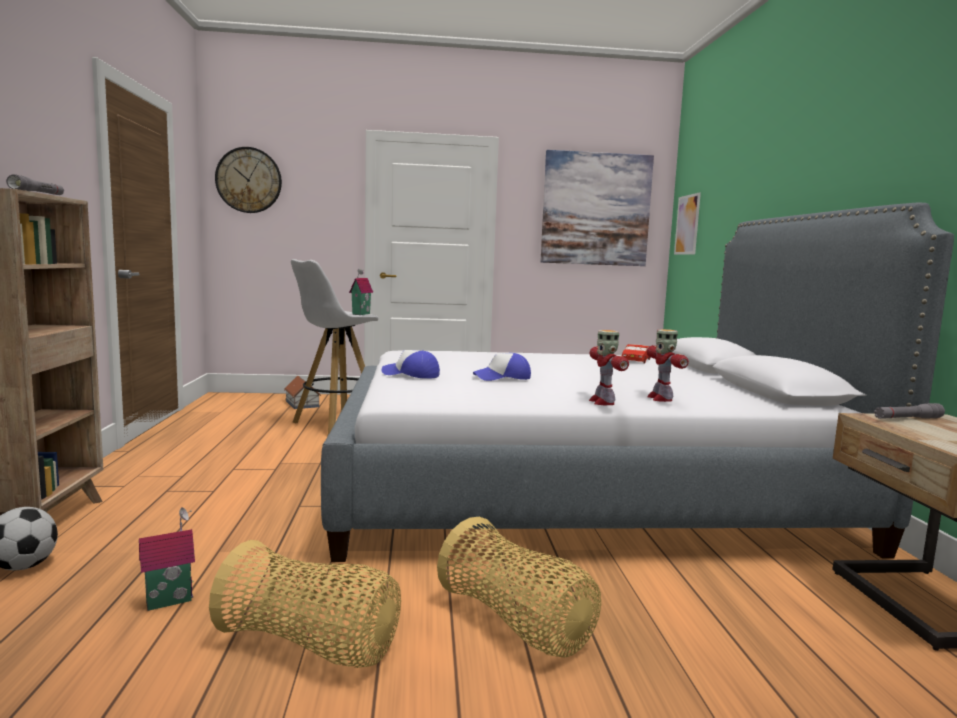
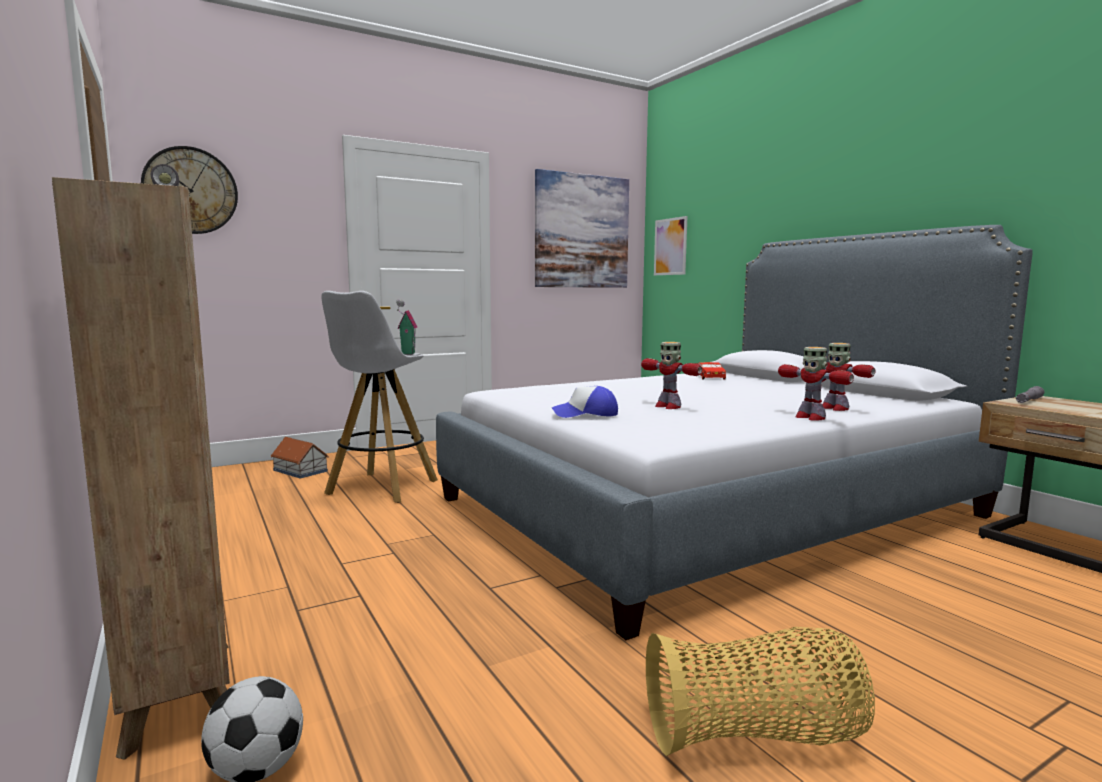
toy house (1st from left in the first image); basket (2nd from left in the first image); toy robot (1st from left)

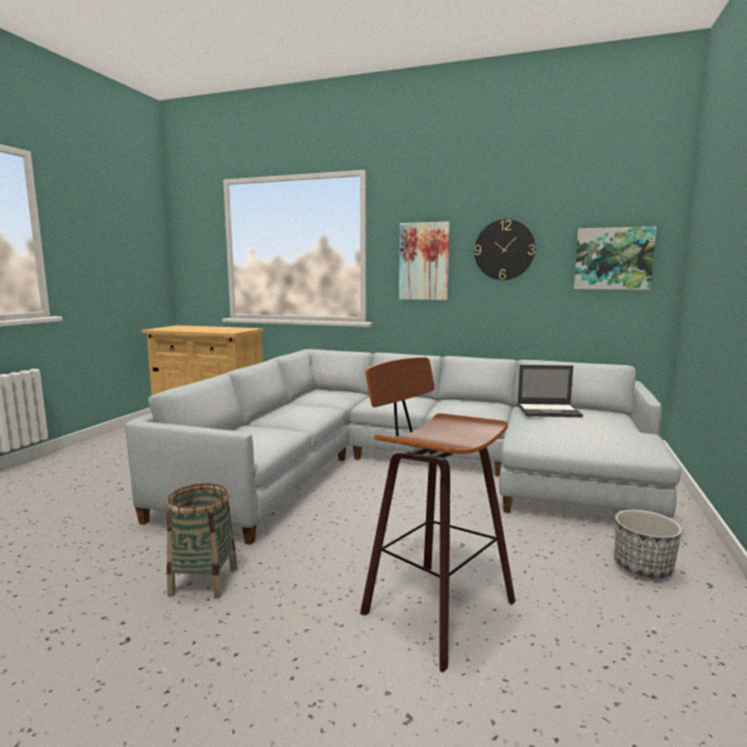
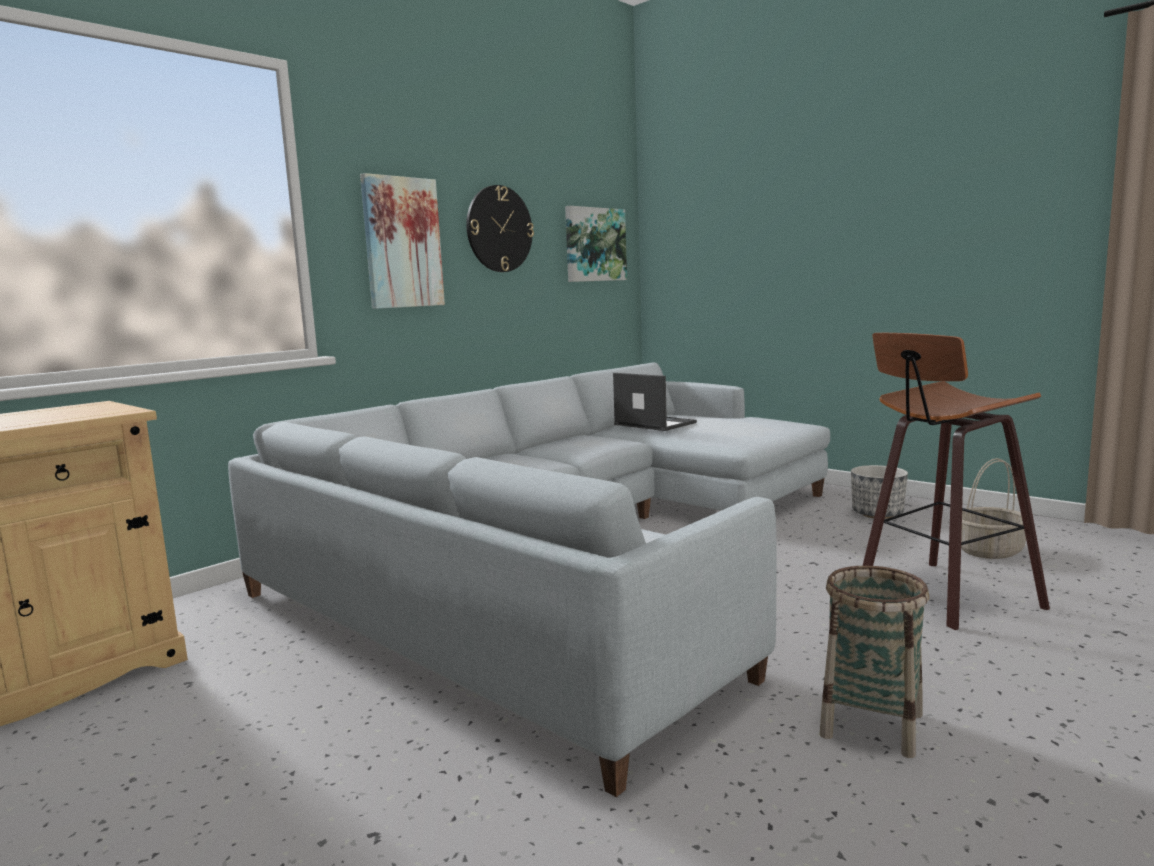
basket (2nd from left); laptop

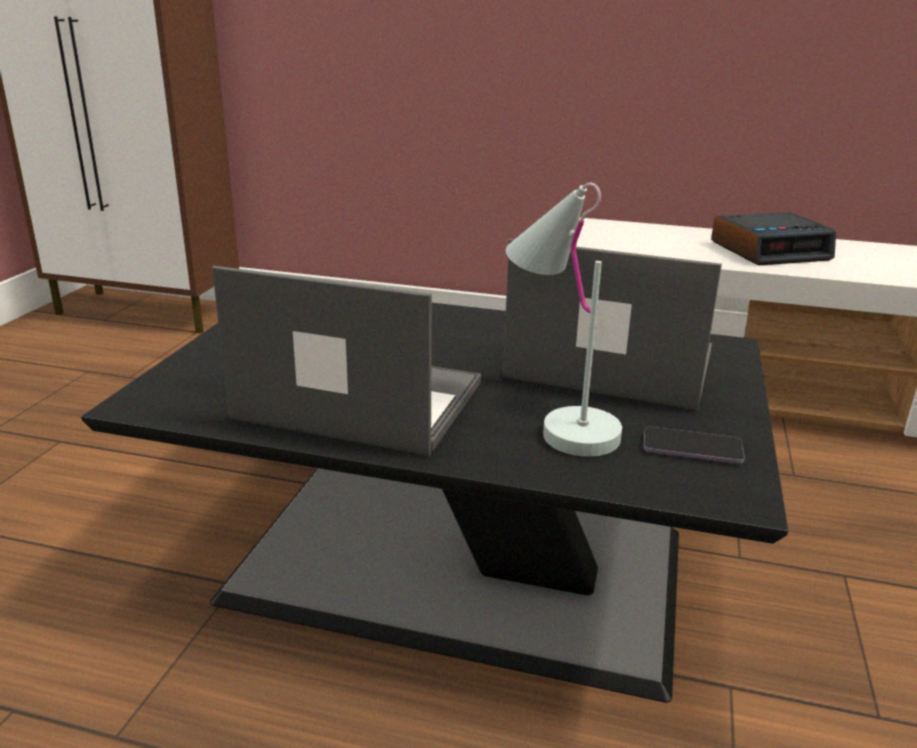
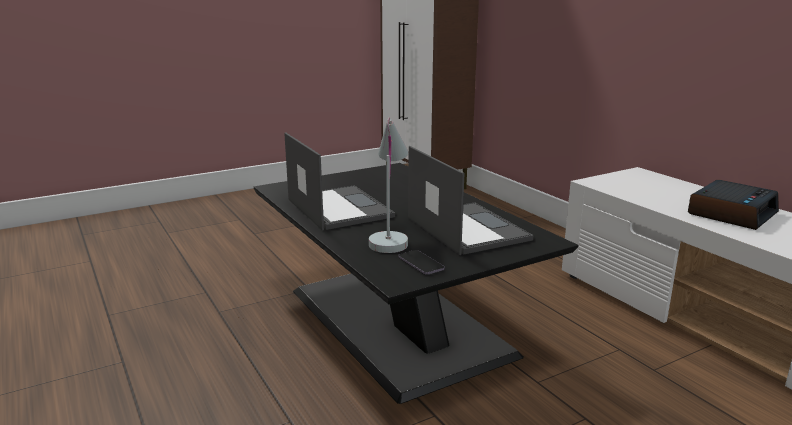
alarm clock

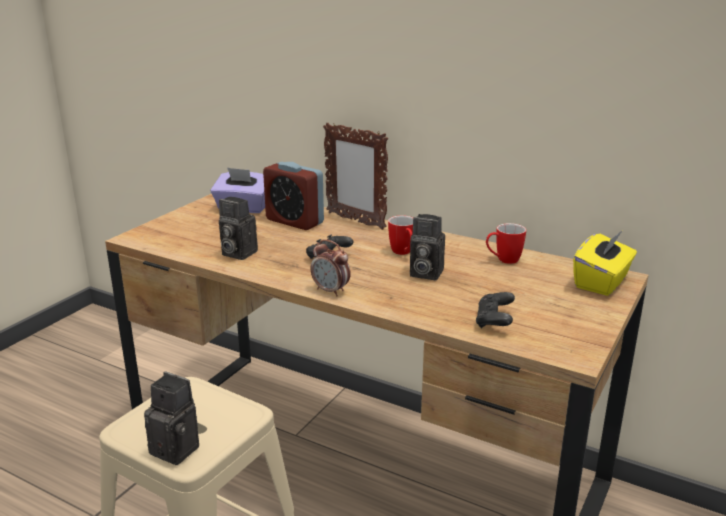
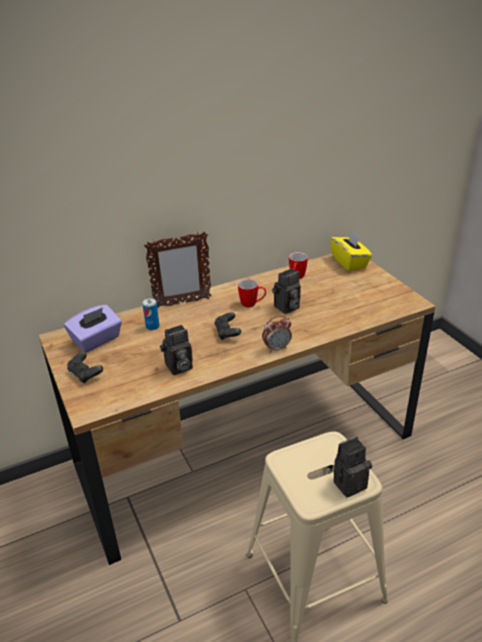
black game controller (1st from left); can

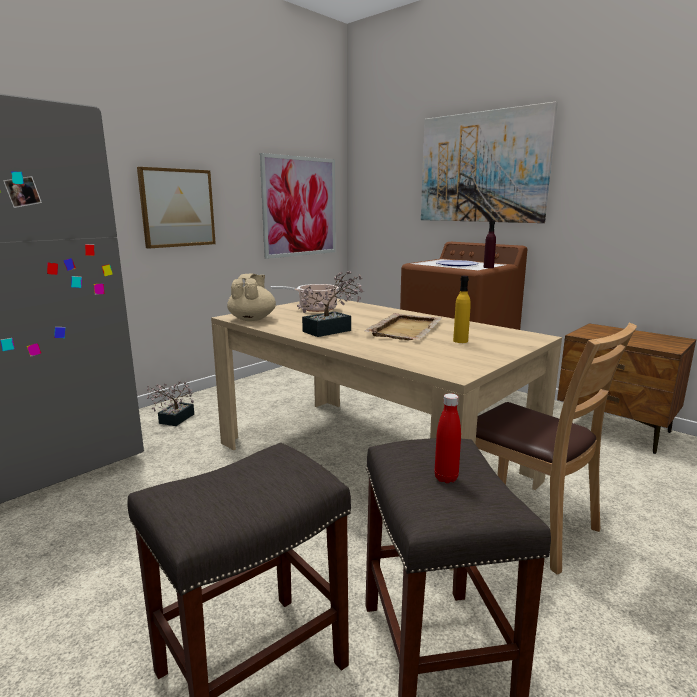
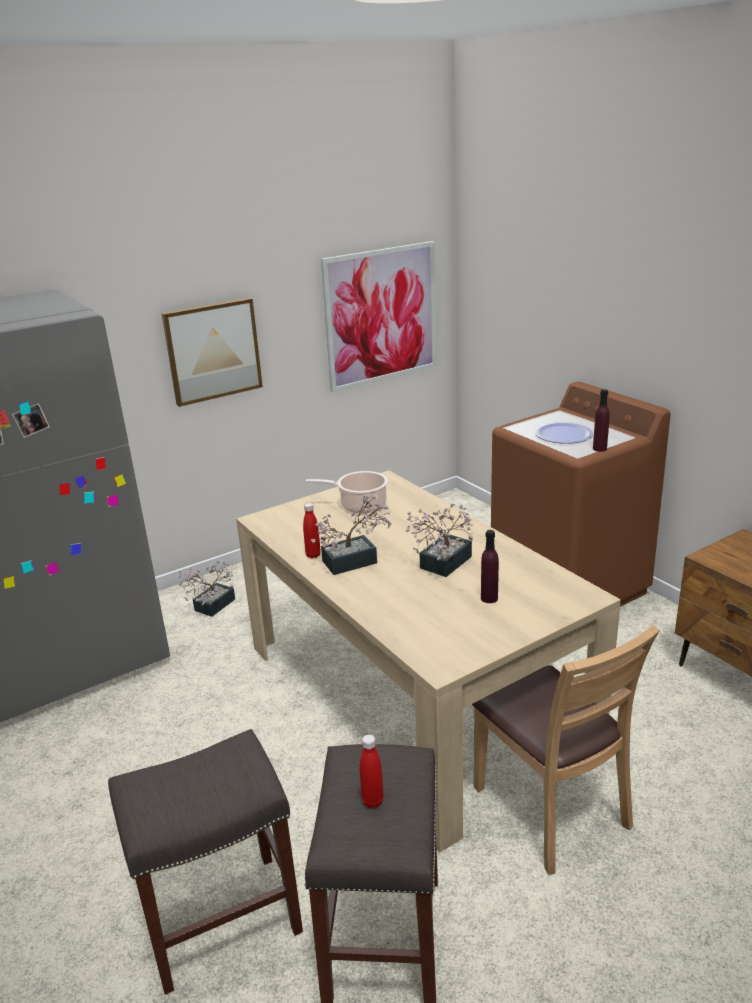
beige teapot; picture (3rd from left in the first image); red bottle (1st from left); potted plant (3rd from left); purple bottle (1st from left)

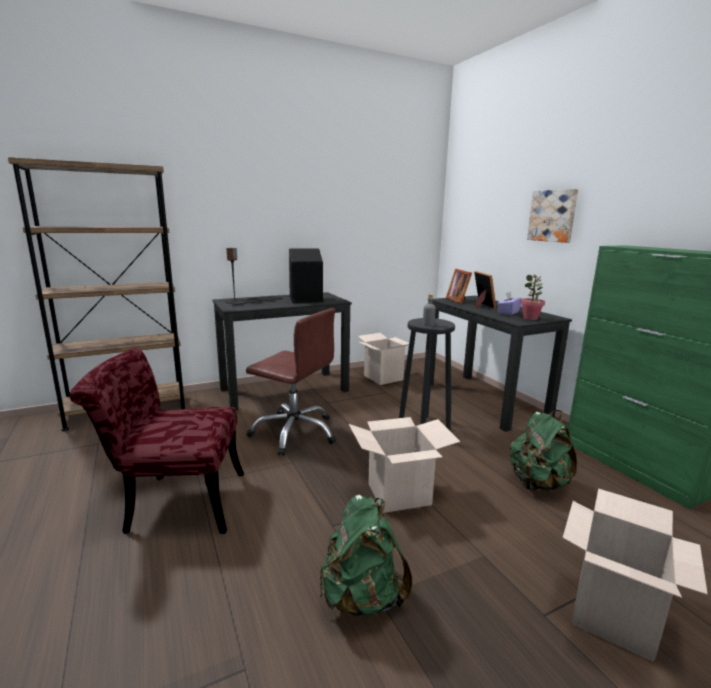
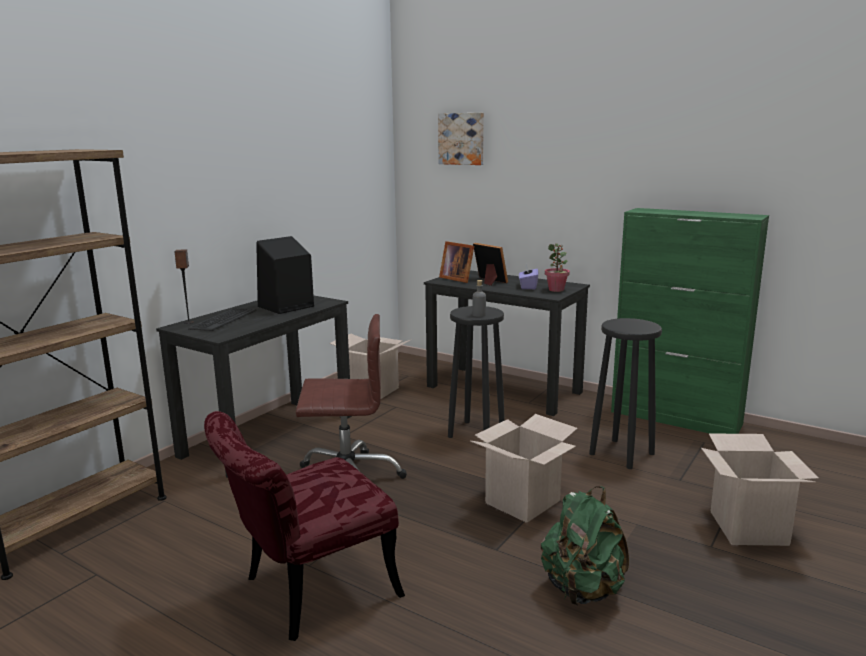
picture; black stool (2nd from left)

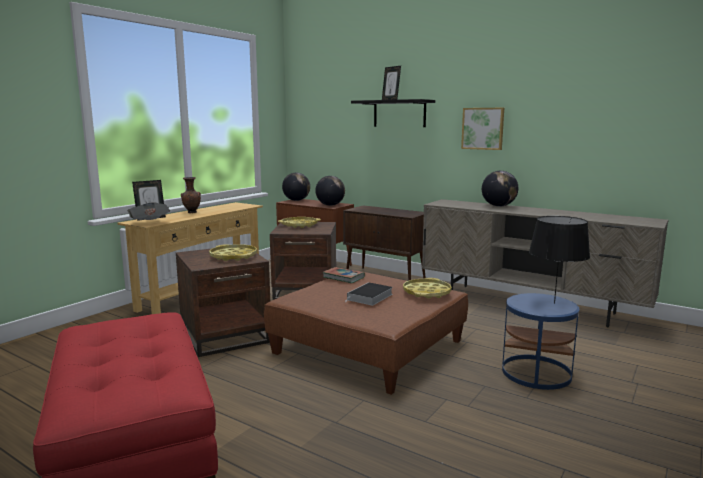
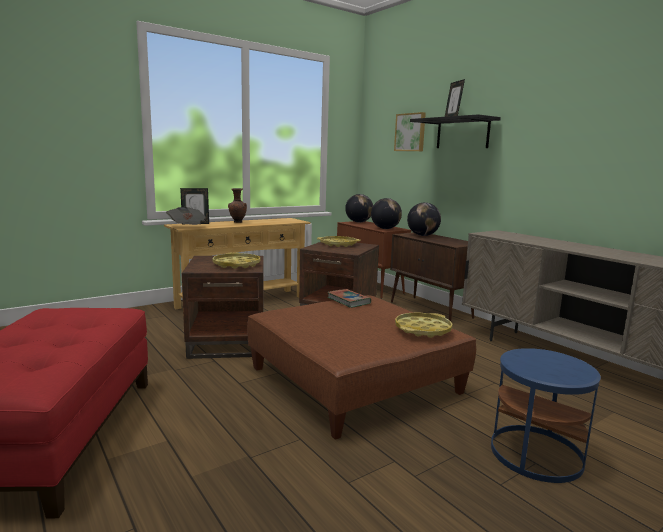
book (2nd from left in the first image); black table lamp; picture; globe (3rd from left)

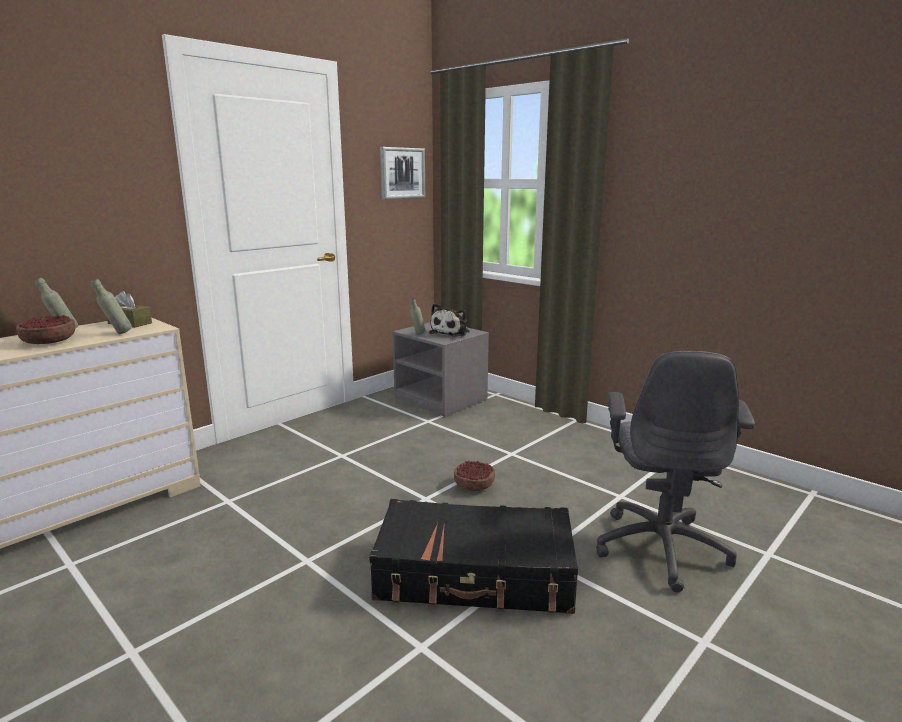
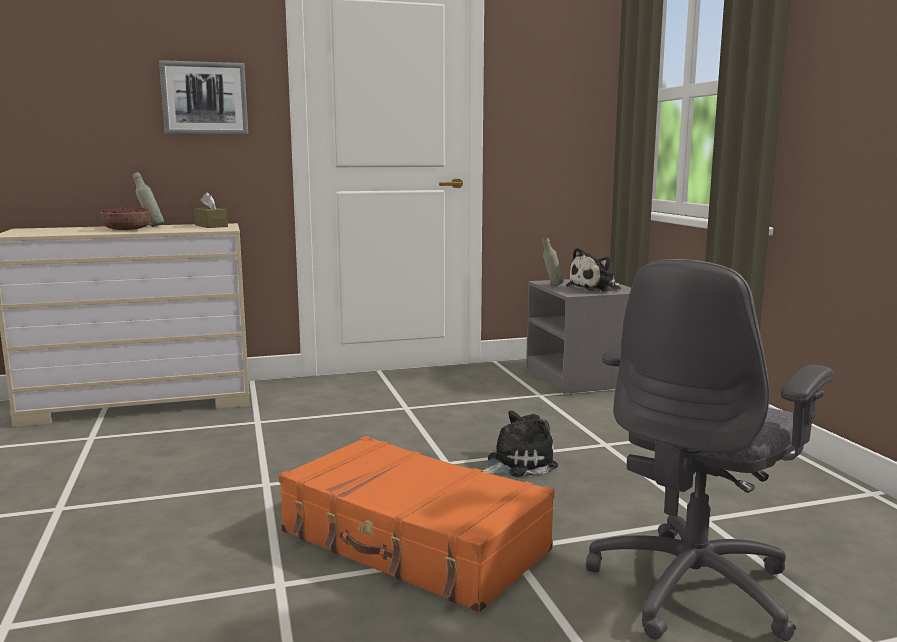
grey bottle (2nd from left in the first image); picture; plush toy (1st from left); orange suitcase

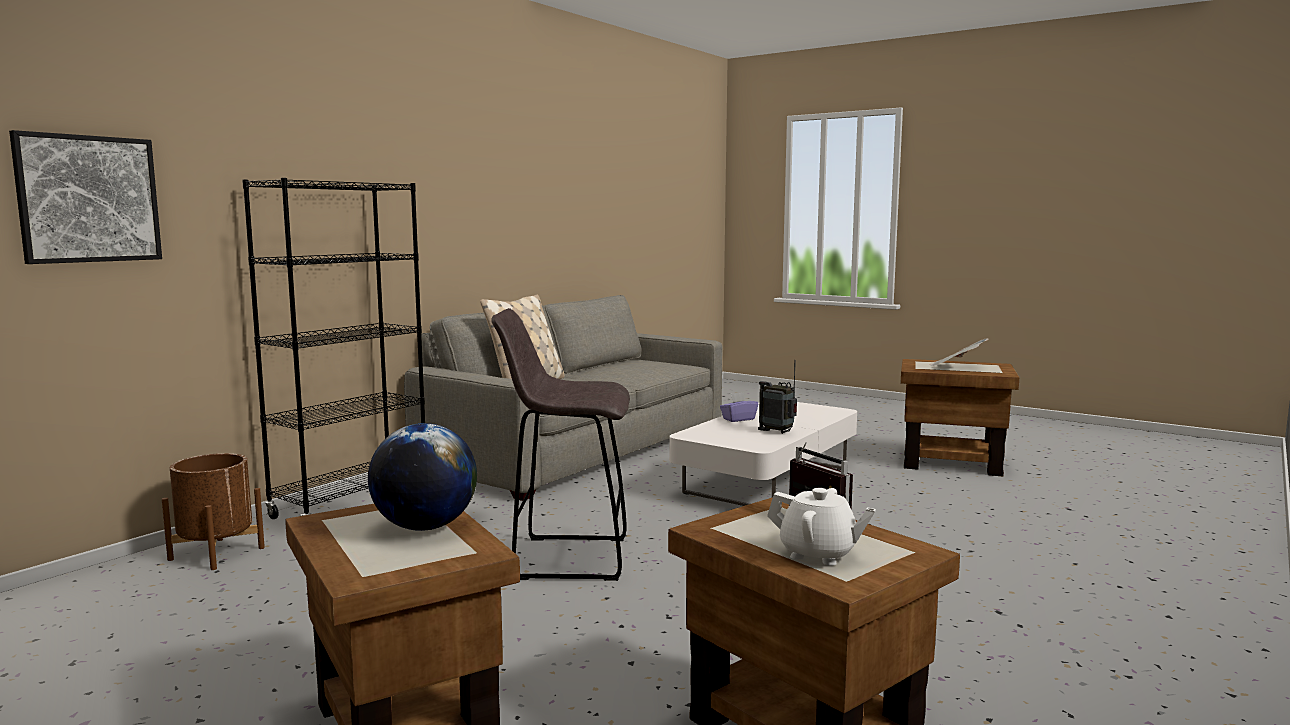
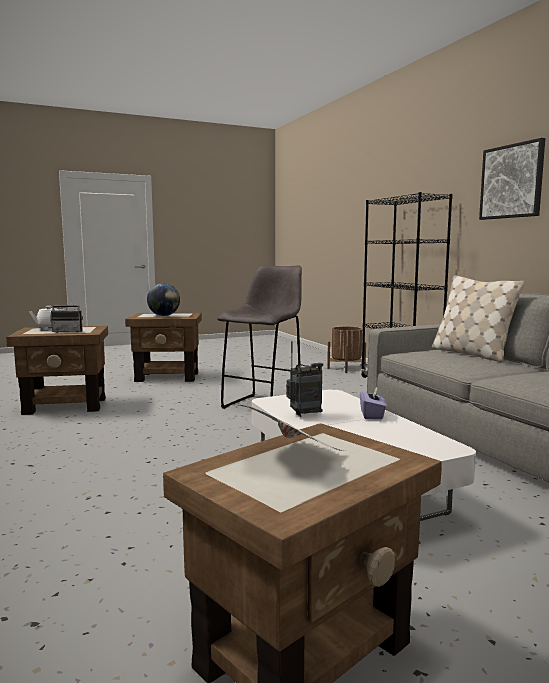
picture

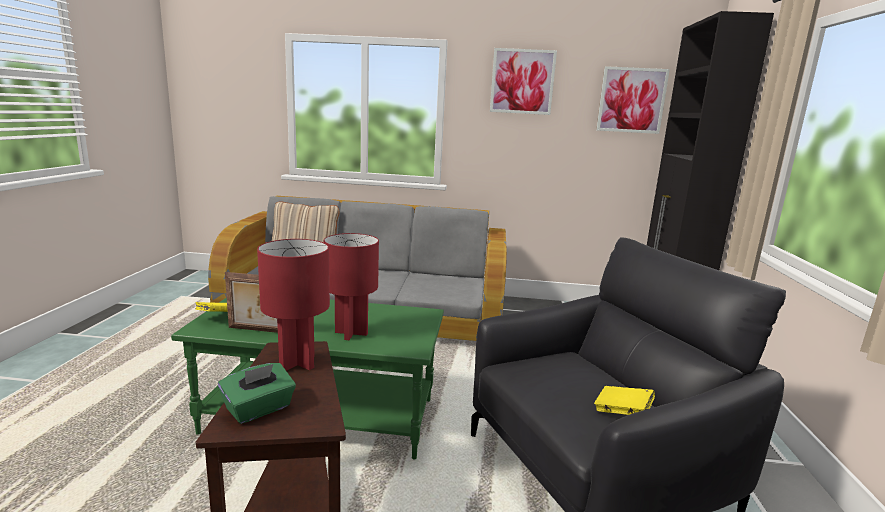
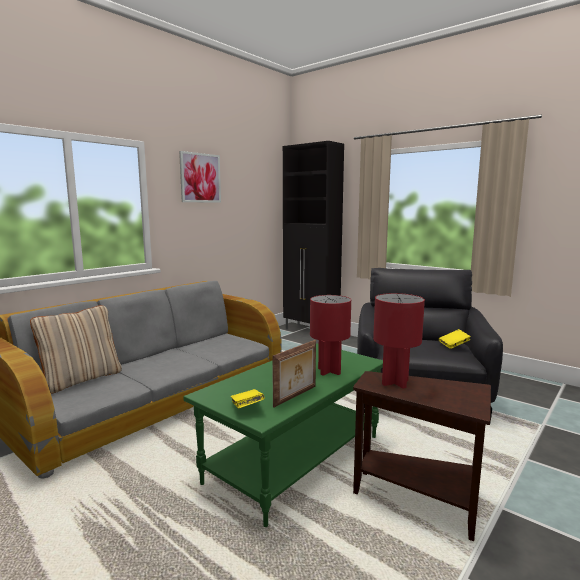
green tissue box; picture (2nd from left in the first image)

